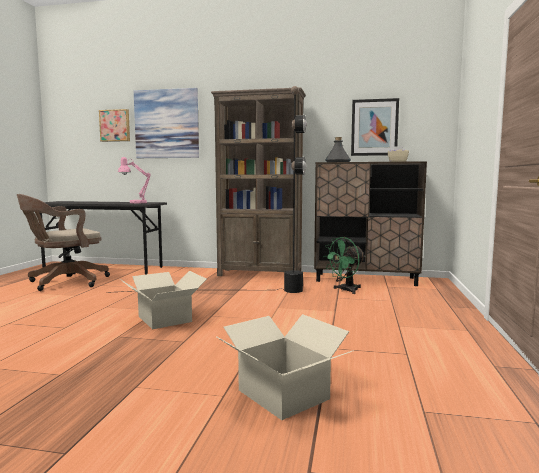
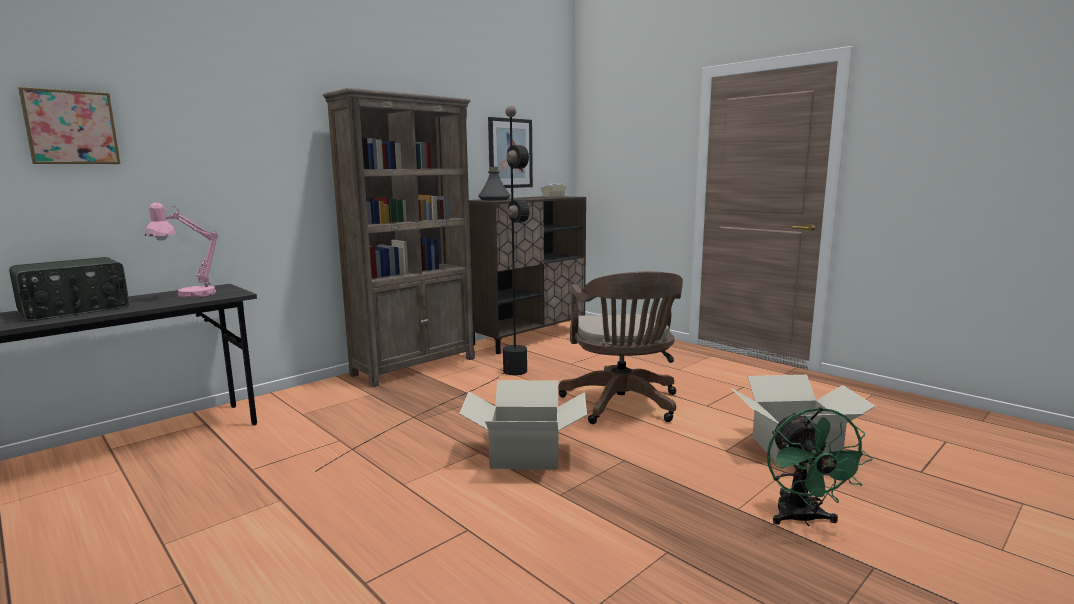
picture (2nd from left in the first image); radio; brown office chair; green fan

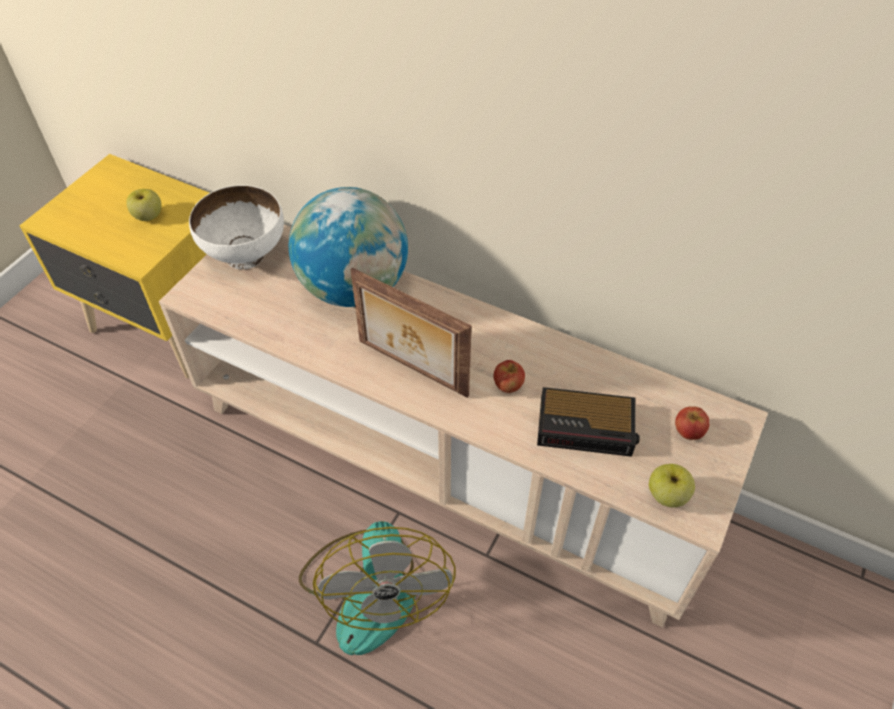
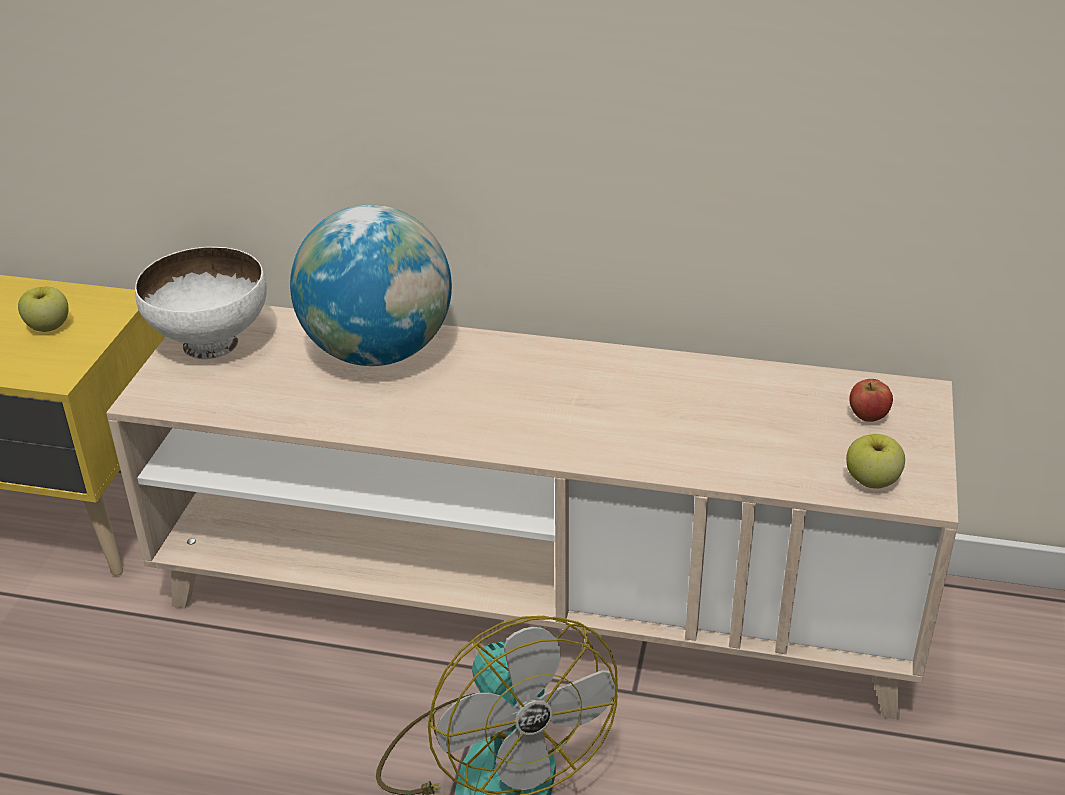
picture frame; apple (2nd from left in the first image); alarm clock

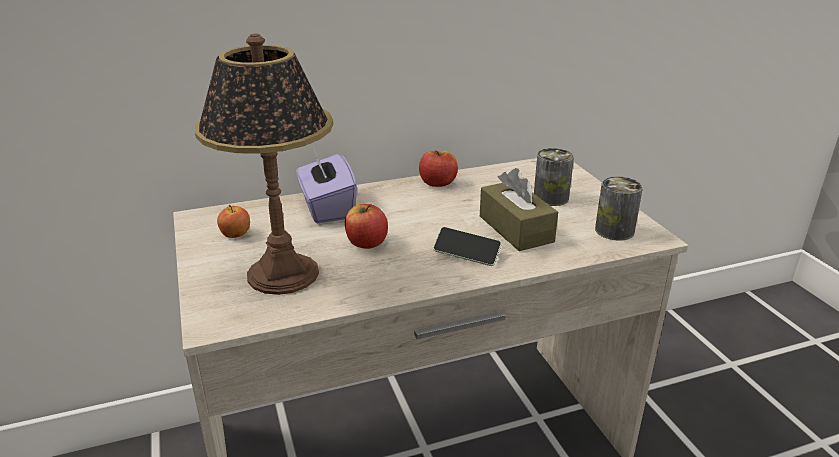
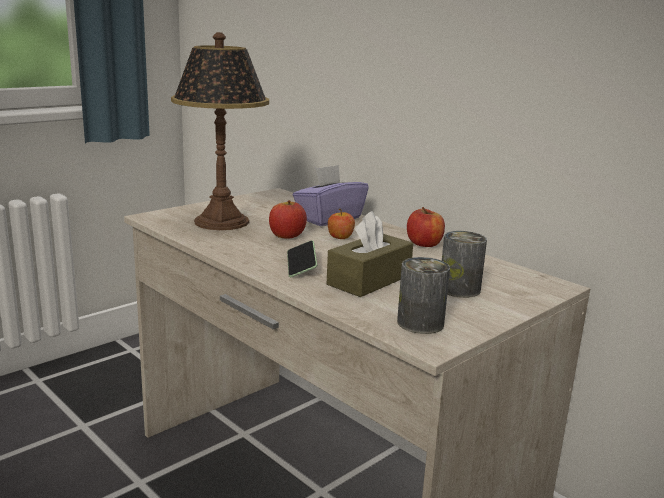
apple (2nd from left)

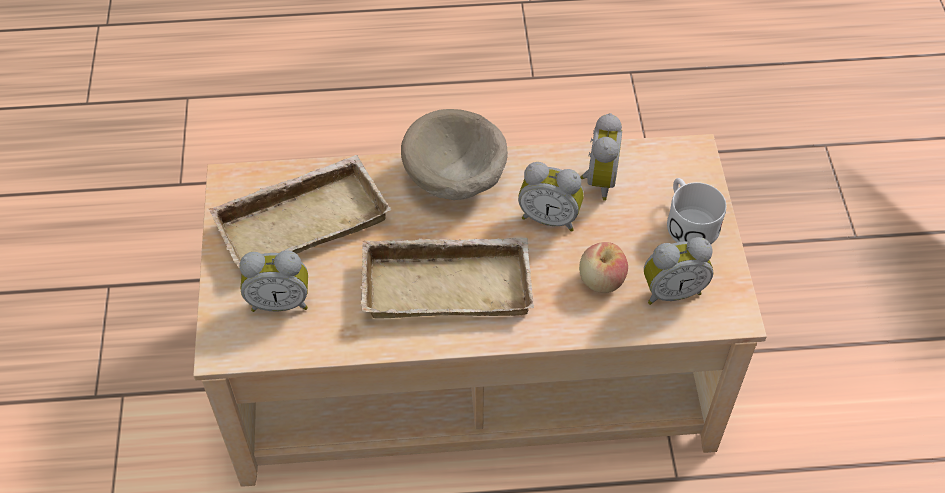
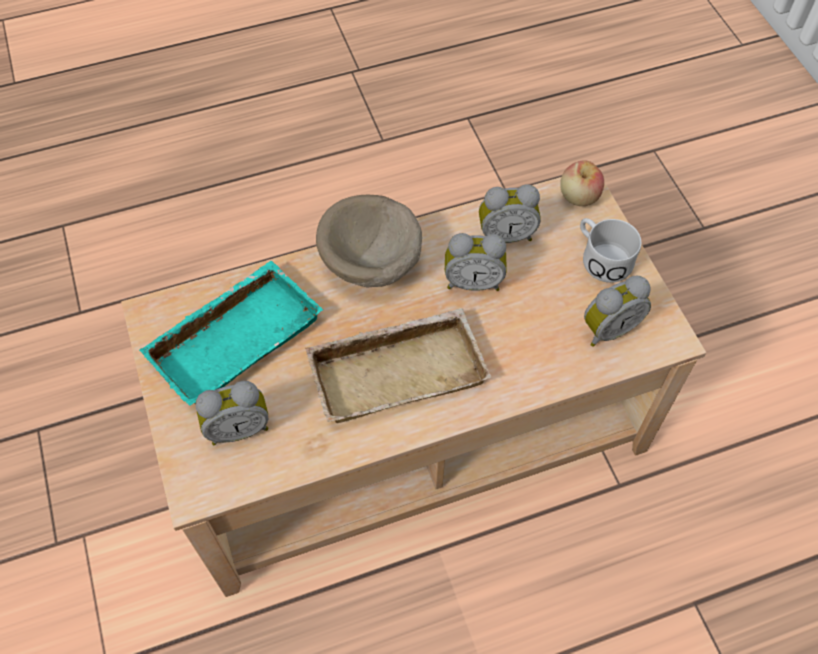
apple; turquoise tray; alarm clock (3rd from left)

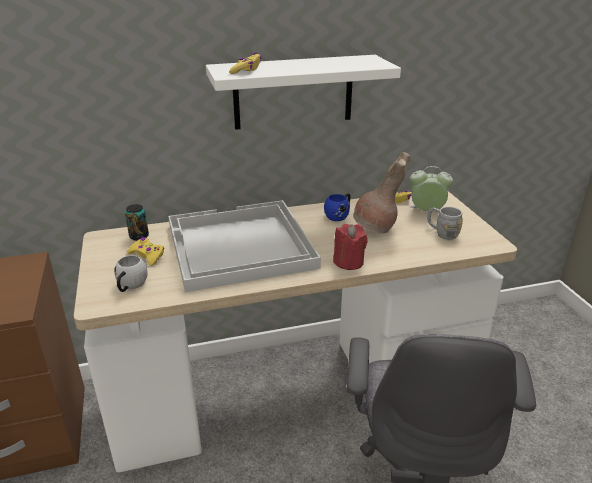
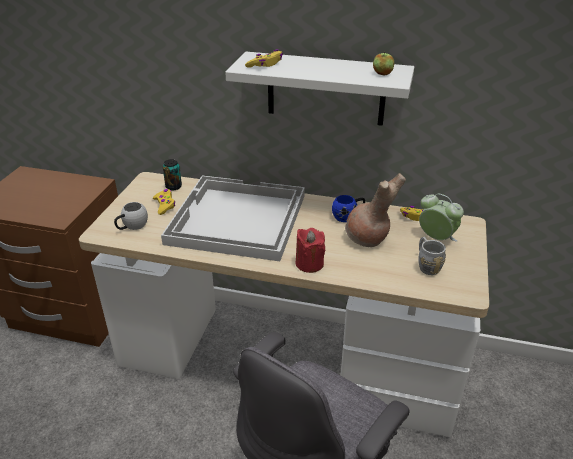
apple

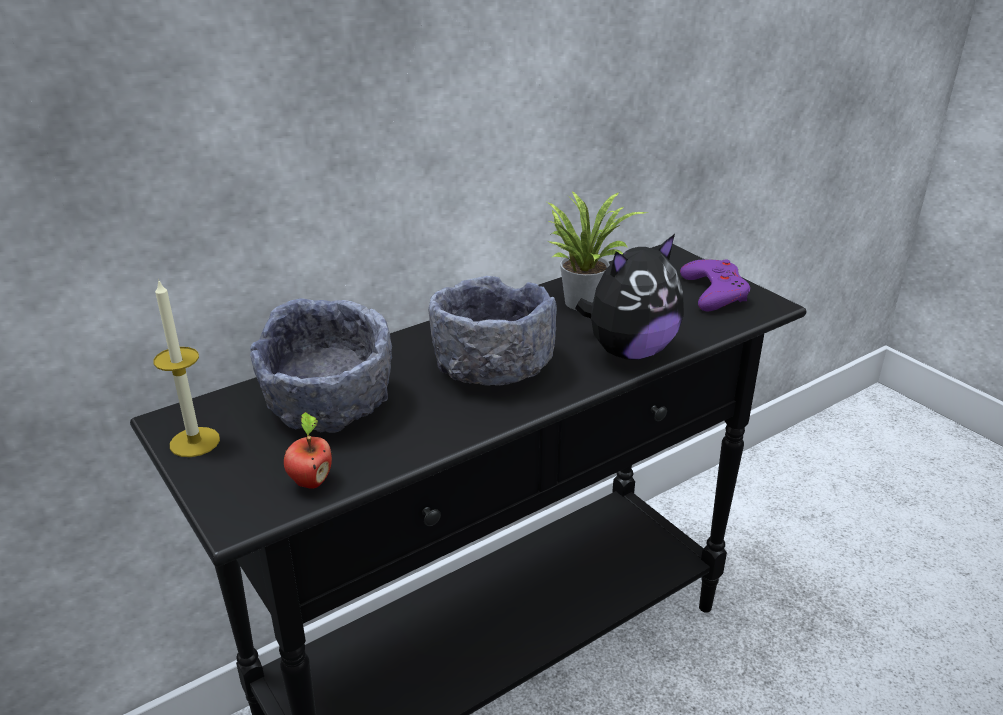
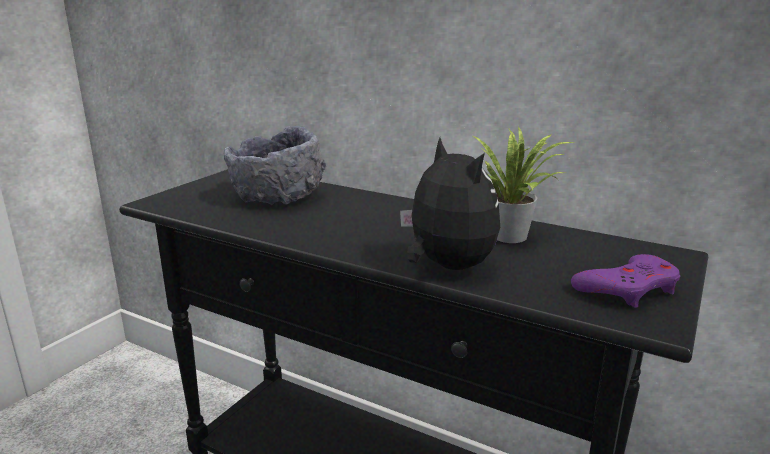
candle; apple; grey bowl (2nd from left in the first image); plush toy

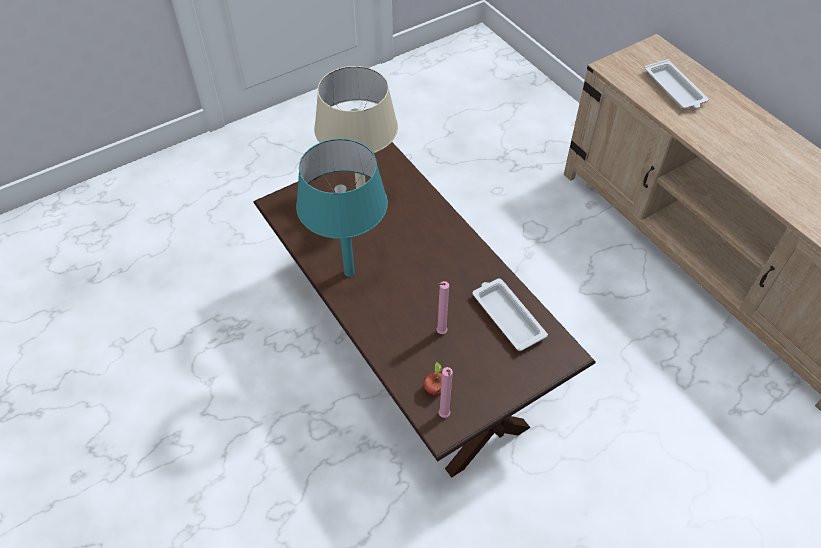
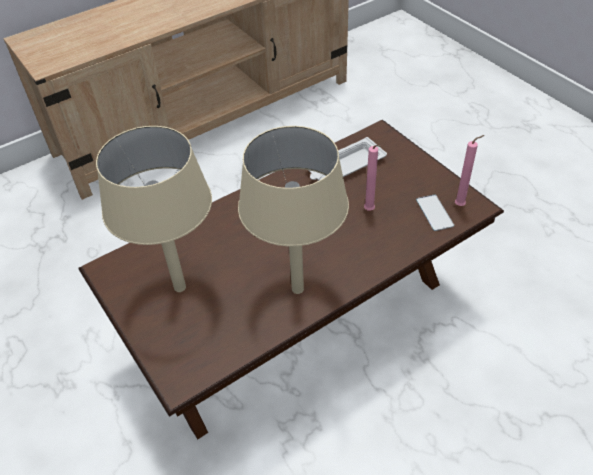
white tray (2nd from left in the first image); phone; beige table lamp (2nd from left)

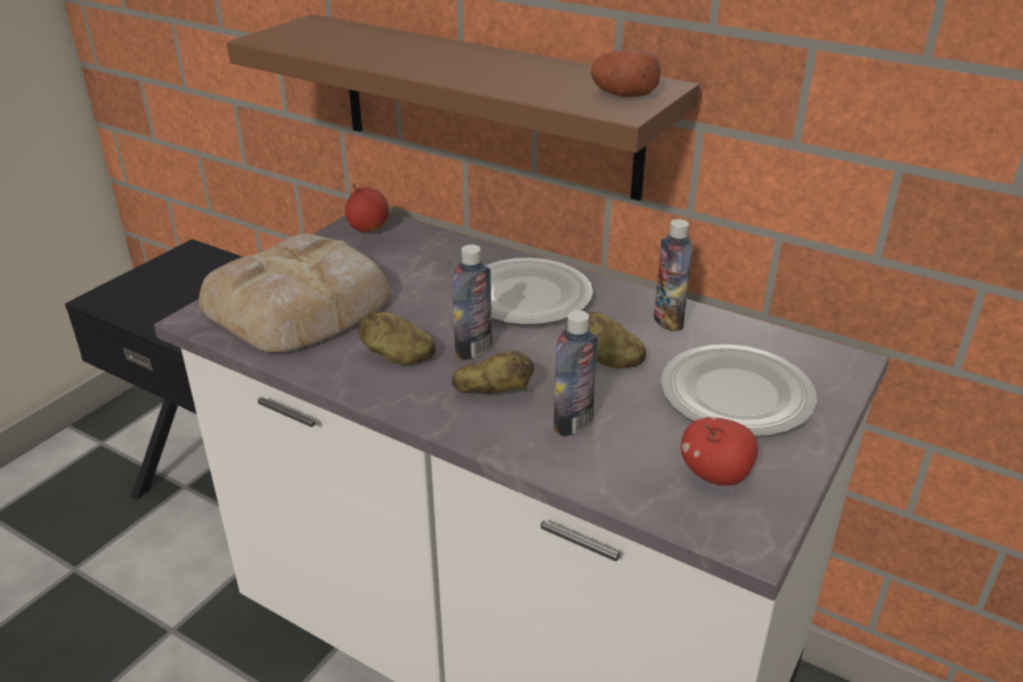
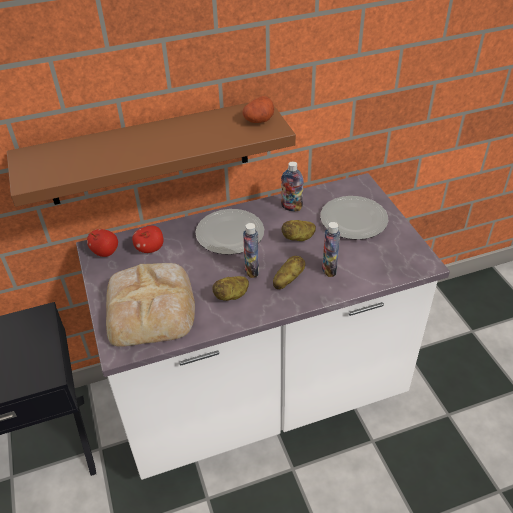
apple (2nd from left)

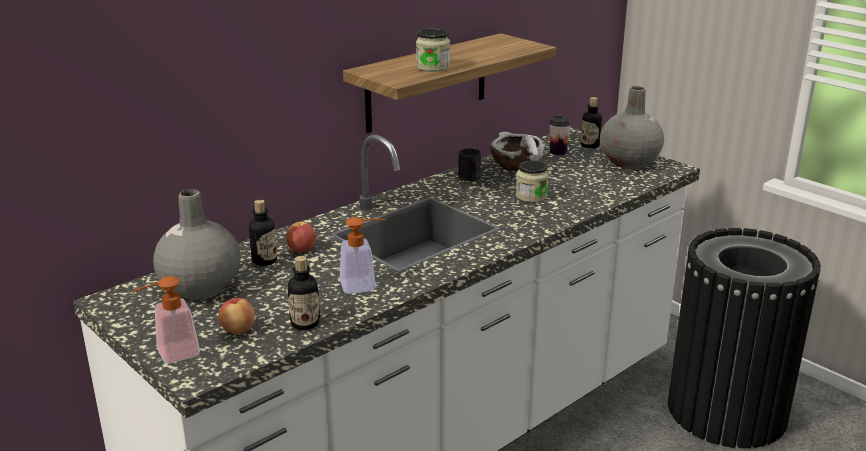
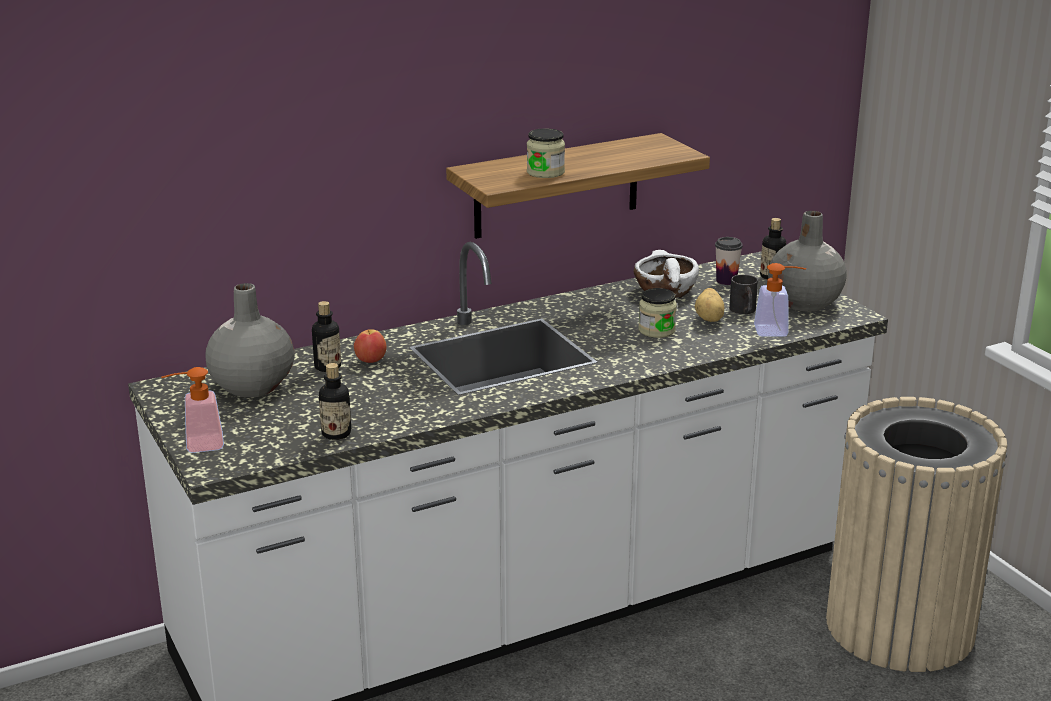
apple (1st from left in the first image); potato; soap dispenser (2nd from left); black mug; beige trash can

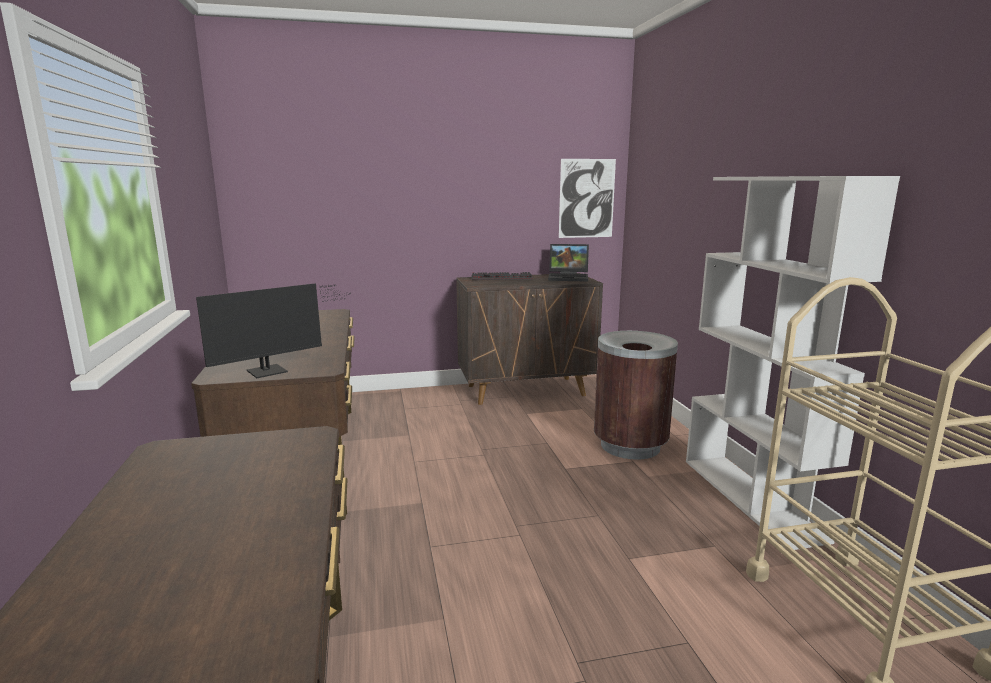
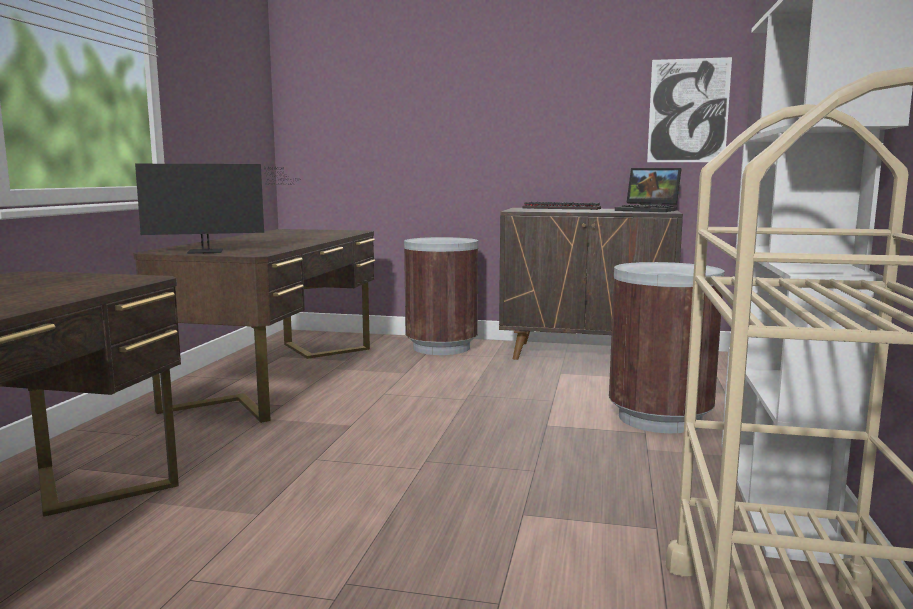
brown trash can (1st from left)

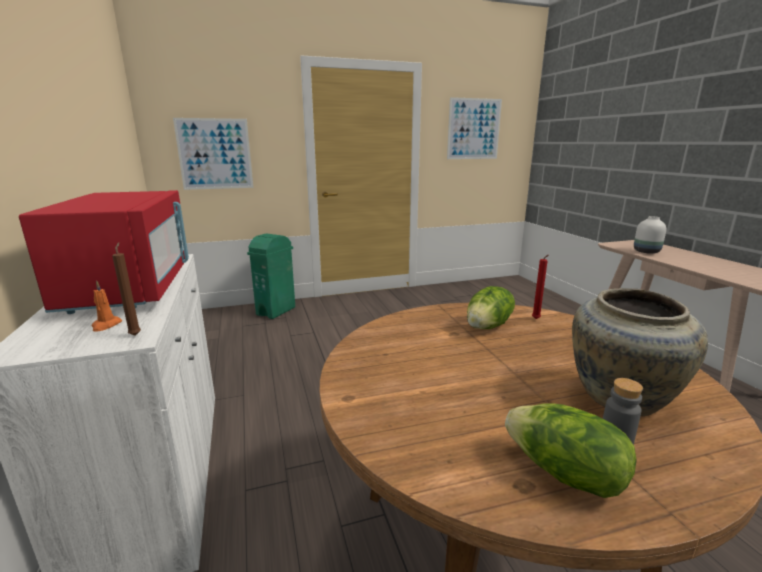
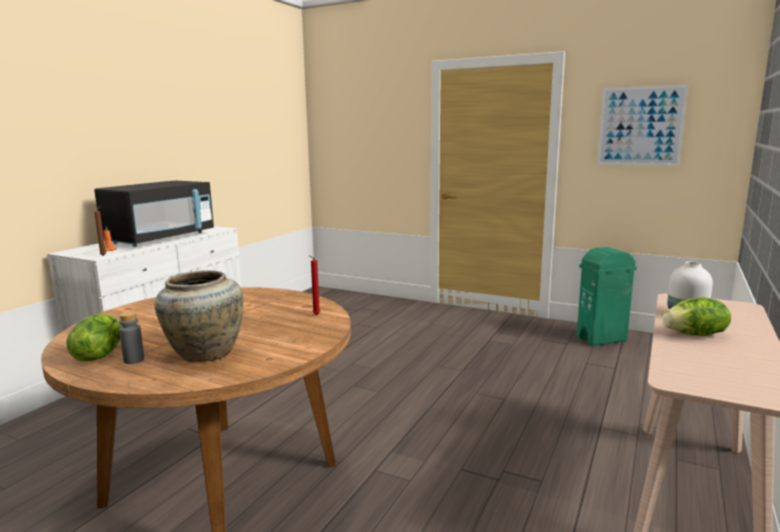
picture (1st from left in the first image); green trash can; lettuce (2nd from left); black microwave

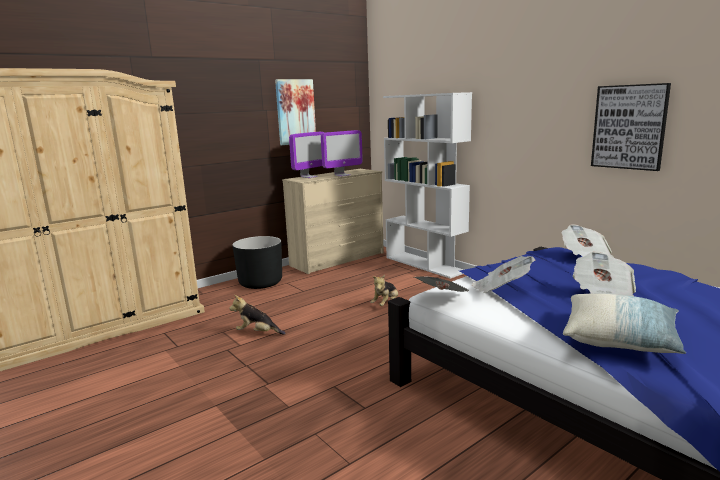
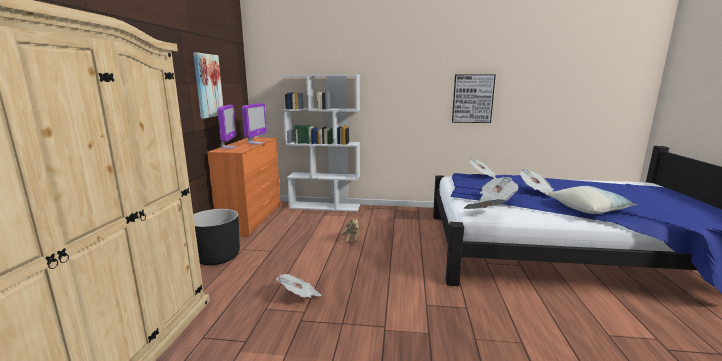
newspaper (1st from left); orange dresser

